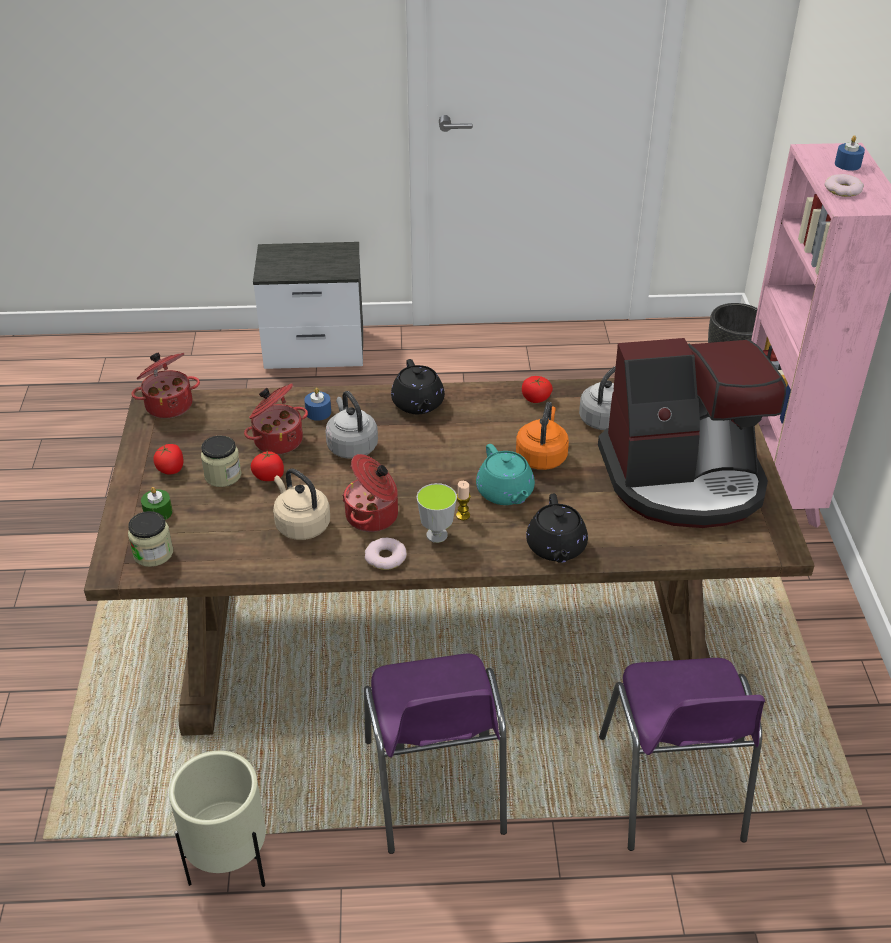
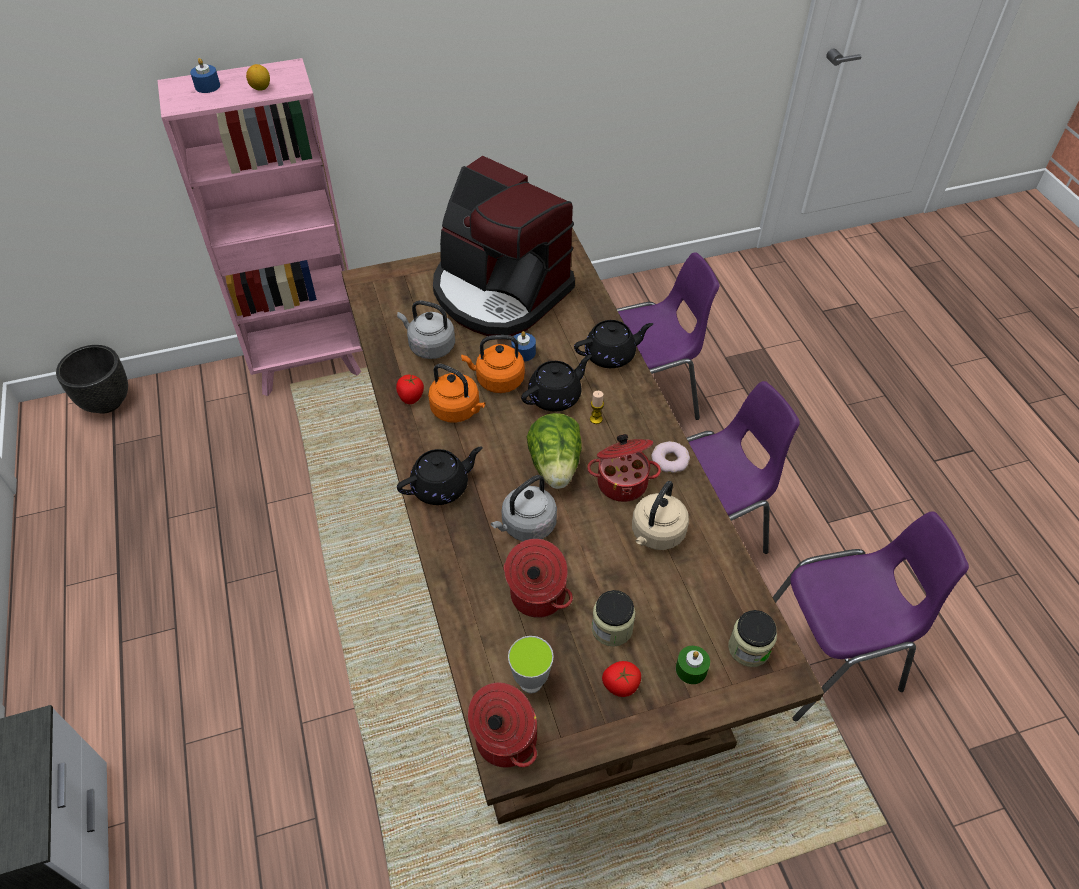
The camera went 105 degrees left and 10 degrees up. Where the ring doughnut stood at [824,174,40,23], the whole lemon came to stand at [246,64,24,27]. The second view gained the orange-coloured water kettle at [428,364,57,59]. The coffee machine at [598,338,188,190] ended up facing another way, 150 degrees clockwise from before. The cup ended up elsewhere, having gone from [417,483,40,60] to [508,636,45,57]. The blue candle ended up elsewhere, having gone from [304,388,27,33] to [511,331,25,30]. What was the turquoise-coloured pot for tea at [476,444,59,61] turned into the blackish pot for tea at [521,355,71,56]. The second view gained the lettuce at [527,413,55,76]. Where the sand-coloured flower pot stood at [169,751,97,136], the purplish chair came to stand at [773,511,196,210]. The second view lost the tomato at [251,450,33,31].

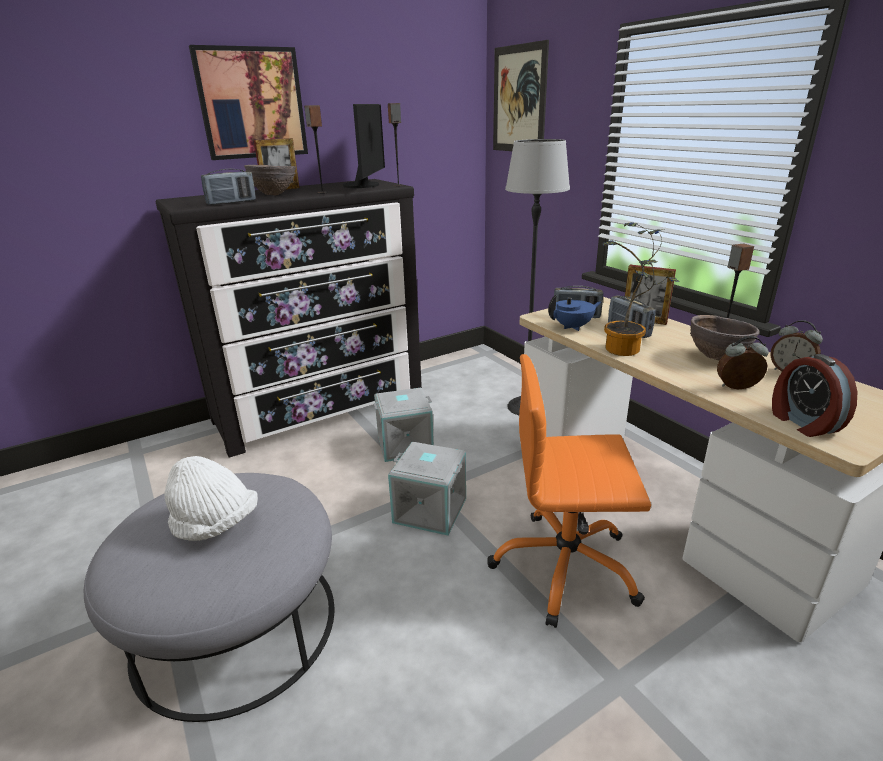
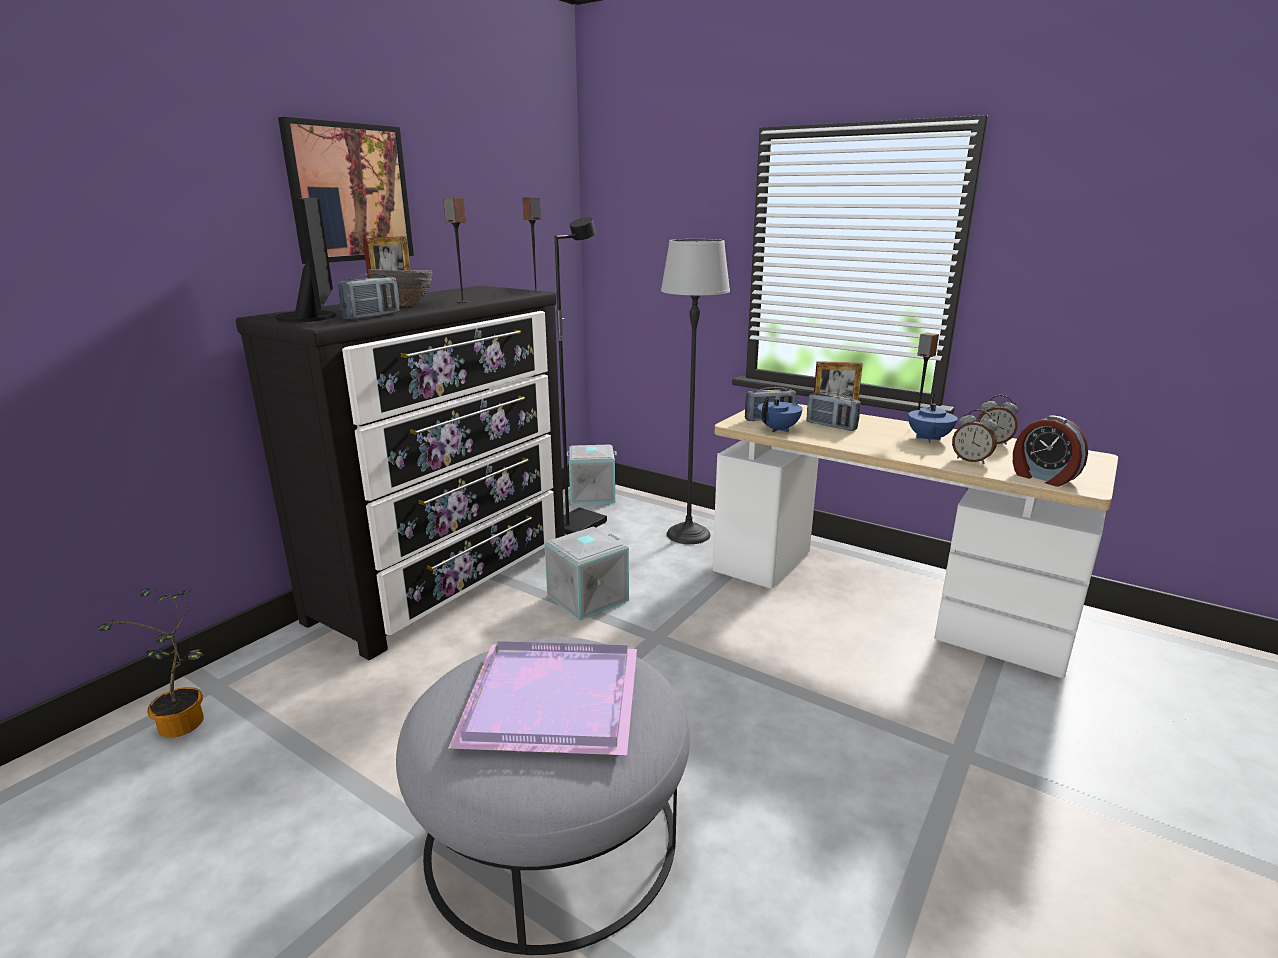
The camera went 25 degrees left and 5 degrees down. The houseplant ended up elsewhere, having gone from [602,222,77,134] to [98,588,106,150]. The computer display ended up elsewhere, having gone from [342,104,43,84] to [274,198,62,124]. Where the white-coloured wearable hat stood at [164,456,94,85], the purplish tray came to stand at [448,641,189,114]. The second view gained the blackish standing lamp at [555,217,52,318]. The gray storage container ended up elsewhere, having gone from [388,442,78,94] to [567,445,50,59]. Where the brown bowl stood at [690,315,70,45], the blue pot for tea came to stand at [908,394,49,49]. The bedside clock at [717,336,52,53] ended up facing another way, 120 degrees counterclockwise from before. The second view lost the orange-coloured desk chair at [487,354,164,274]. The second view lost the wall picture at [493,40,56,111].

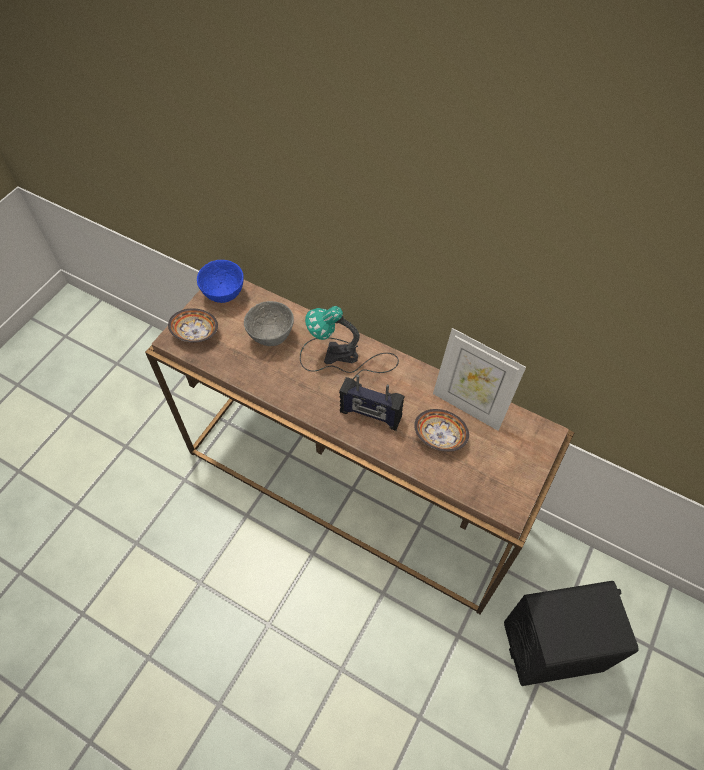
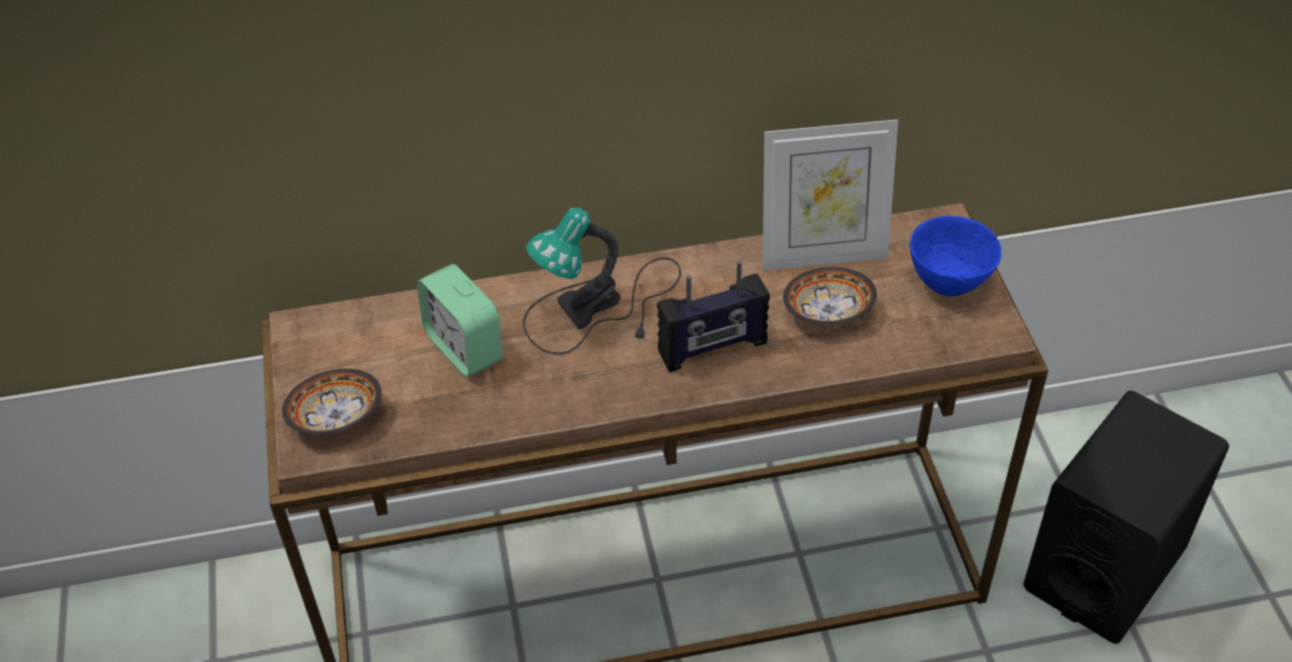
The camera went 40 degrees left and 10 degrees down. Where the gray bowl stood at [244,301,50,45], the bedside clock came to stand at [417,264,86,113]. The blue bowl ended up elsewhere, having gone from [197,260,47,43] to [910,216,92,80].

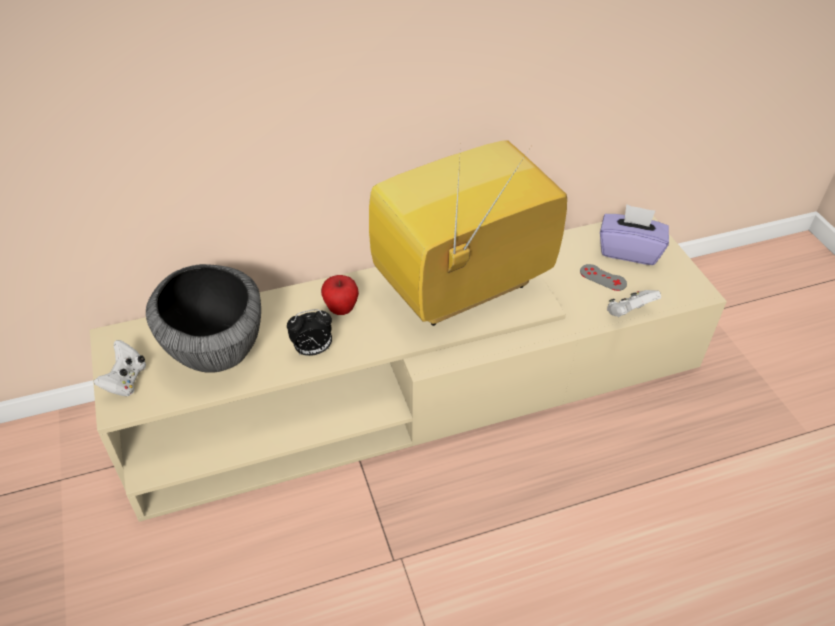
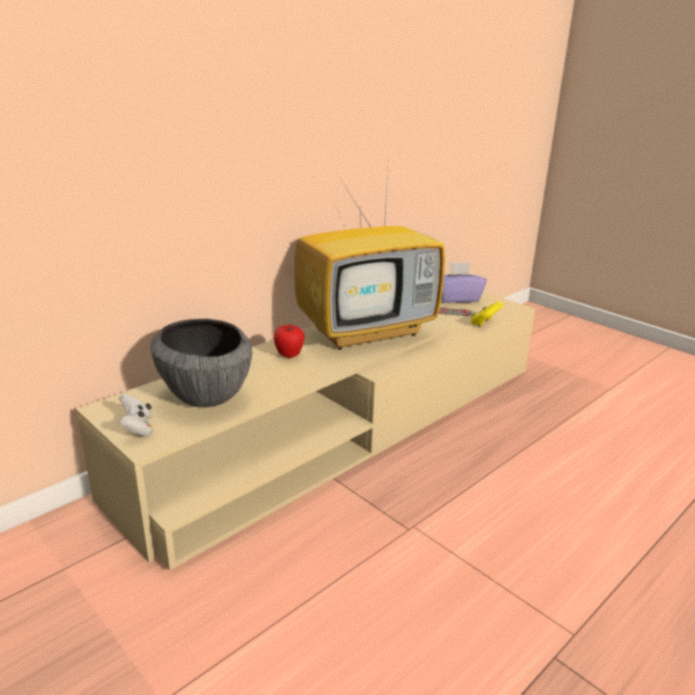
The camera went 25 degrees left and 20 degrees down. The television at [369,140,198,186] ended up facing another way, 150 degrees counterclockwise from before. What was the white-coloured gamepad at [607,290,54,27] turned into the yellow gamepad at [471,302,32,24]. The second view lost the bedside clock at [287,309,45,47].

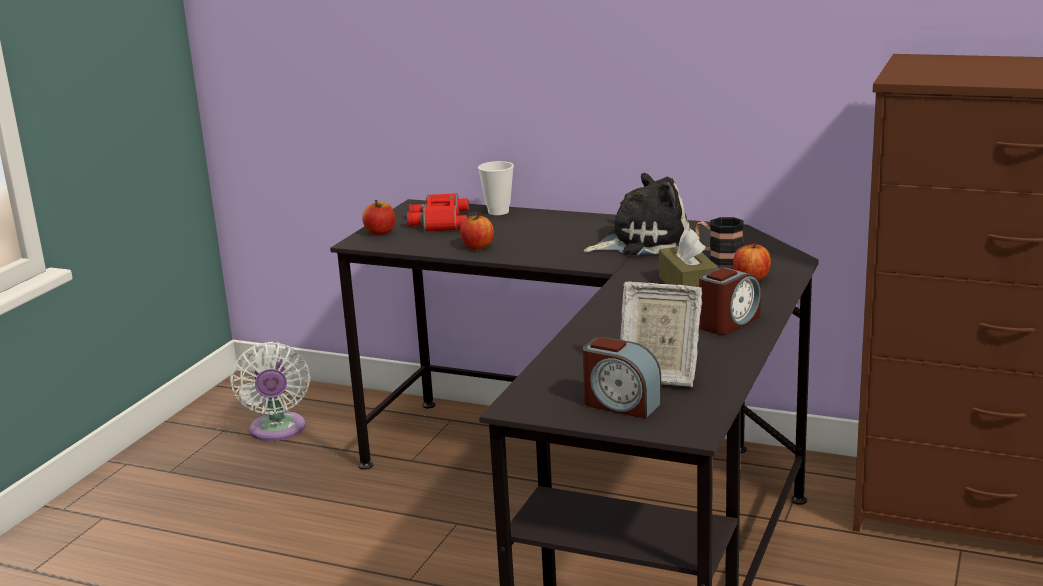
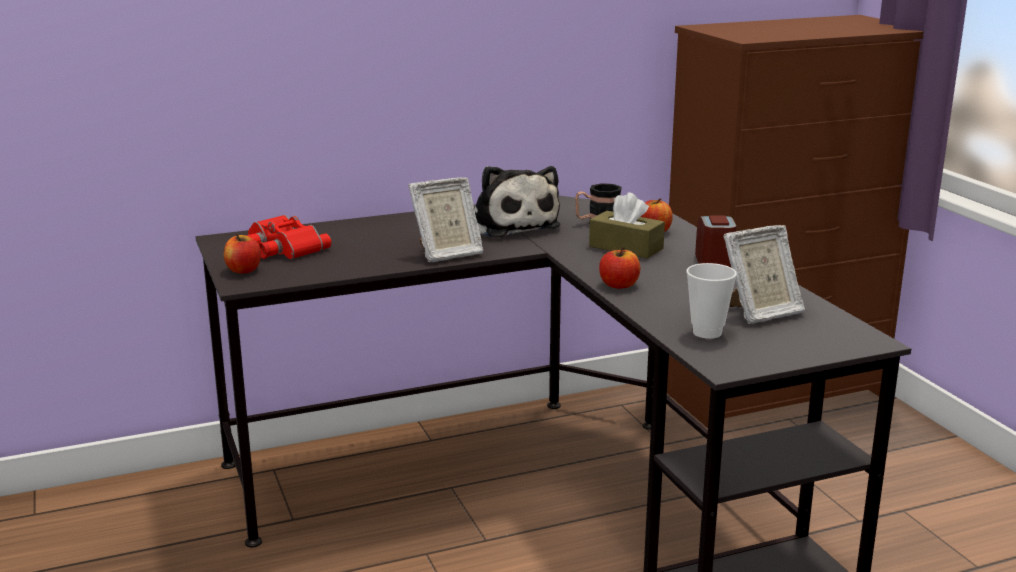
The camera went 45 degrees left and 0 degrees up. The second view gained the standing frame at [408,177,75,85]. The soft toy at [584,173,105,82] ended up facing another way, 120 degrees clockwise from before. The apple fruit ended up elsewhere, having gone from [460,213,34,36] to [599,247,41,42]. The cup ended up elsewhere, having gone from [478,161,36,54] to [686,263,51,76]. The second view lost the white-coloured fan at [230,342,80,99]. The second view lost the bedside clock at [583,337,79,82].

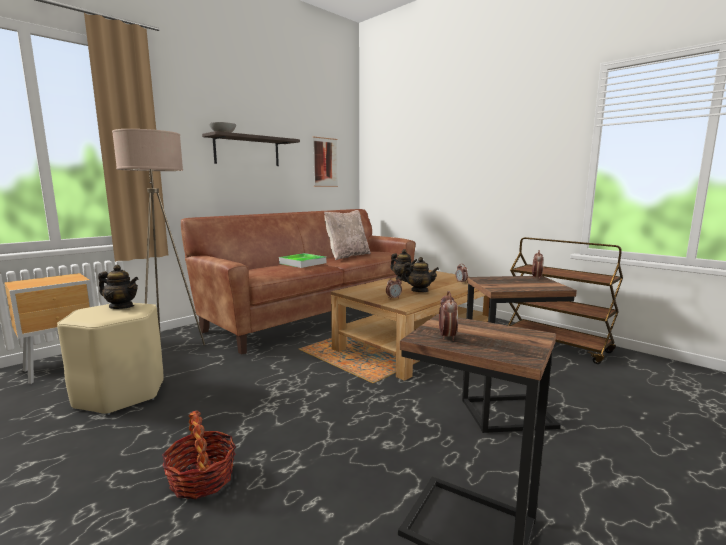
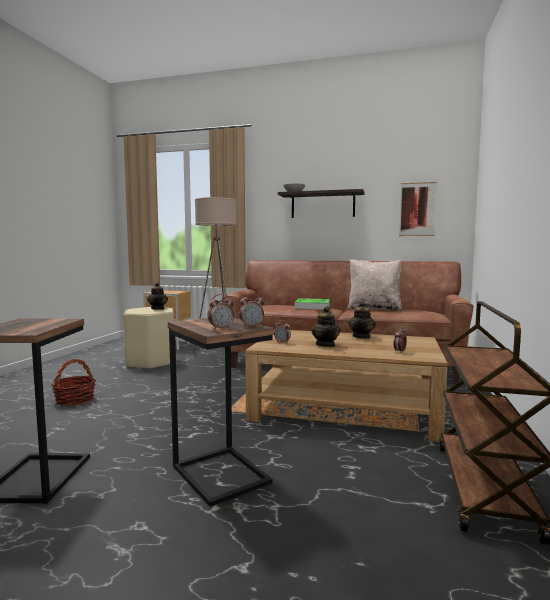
The camera went 60 degrees right and 5 degrees down. The bedside clock ended up elsewhere, having gone from [439,291,19,50] to [208,294,26,36].

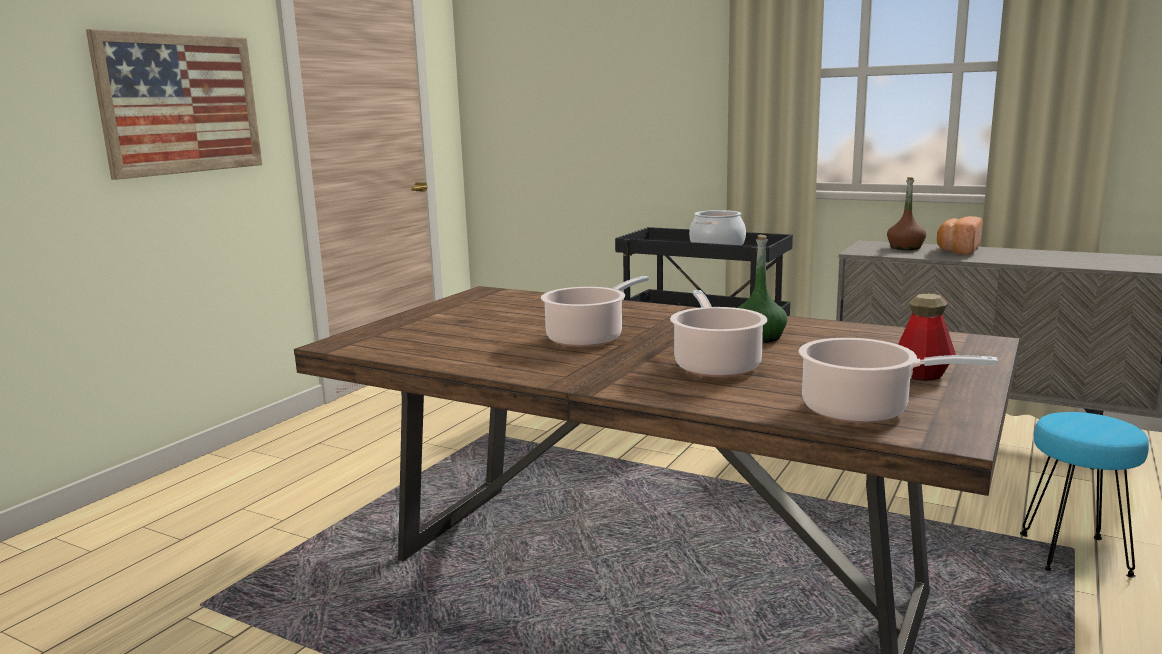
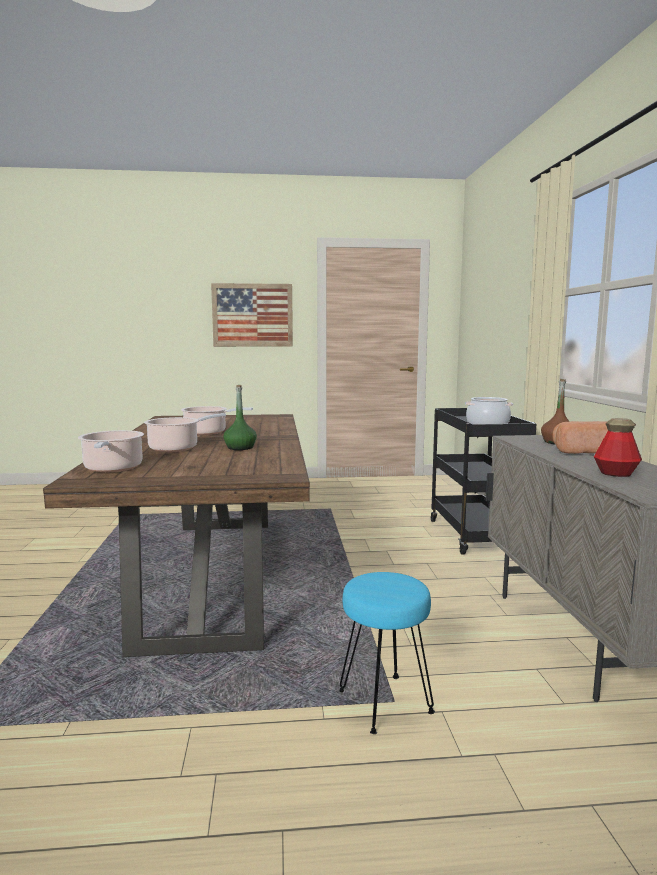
The camera went 55 degrees right and 5 degrees down. The bottle ended up elsewhere, having gone from [898,294,58,87] to [594,418,48,59].

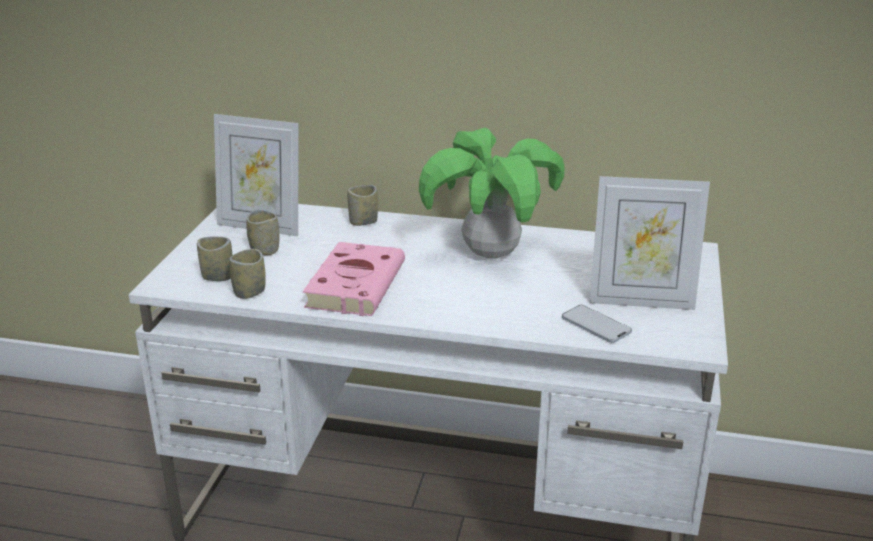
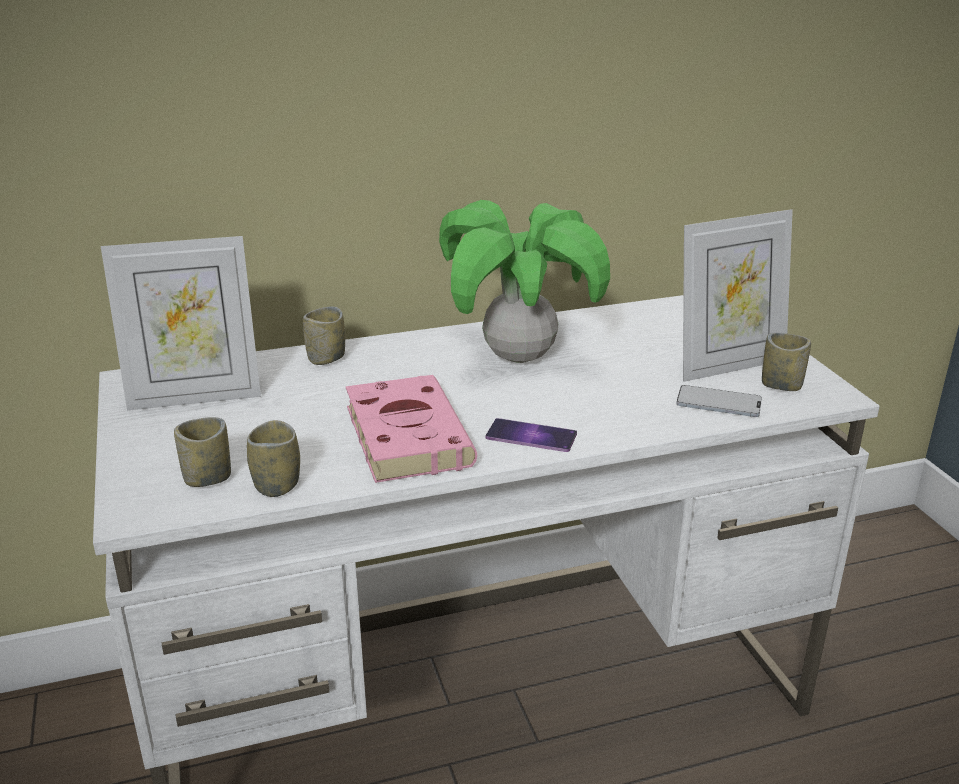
The camera went 30 degrees left and 0 degrees up. The second view gained the telephone at [486,418,91,34]. The cup ended up elsewhere, having gone from [247,210,33,45] to [762,333,49,58].

